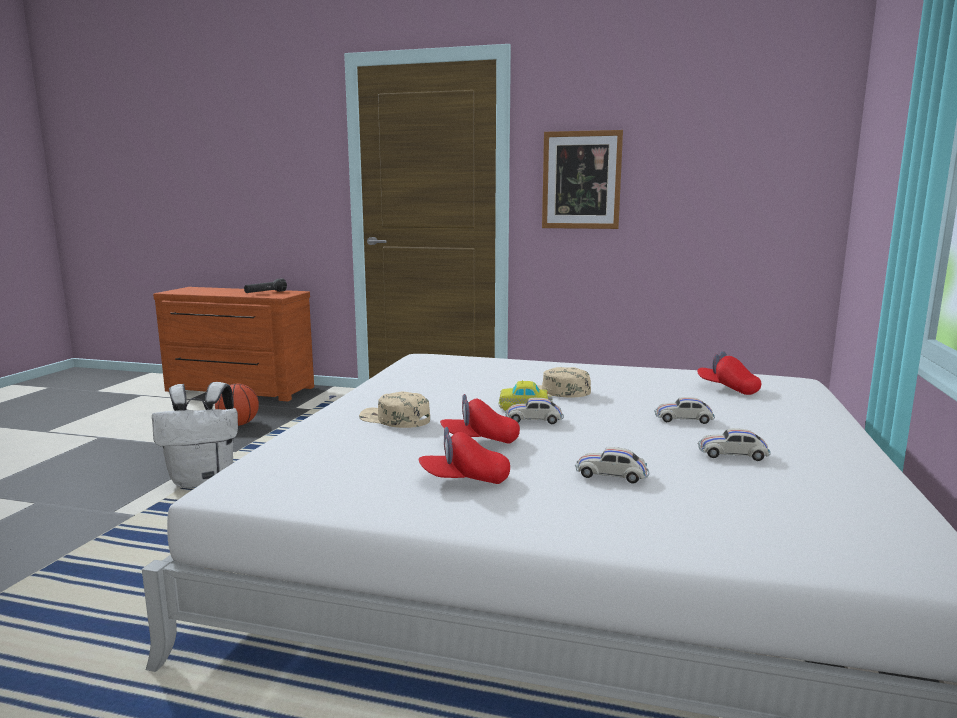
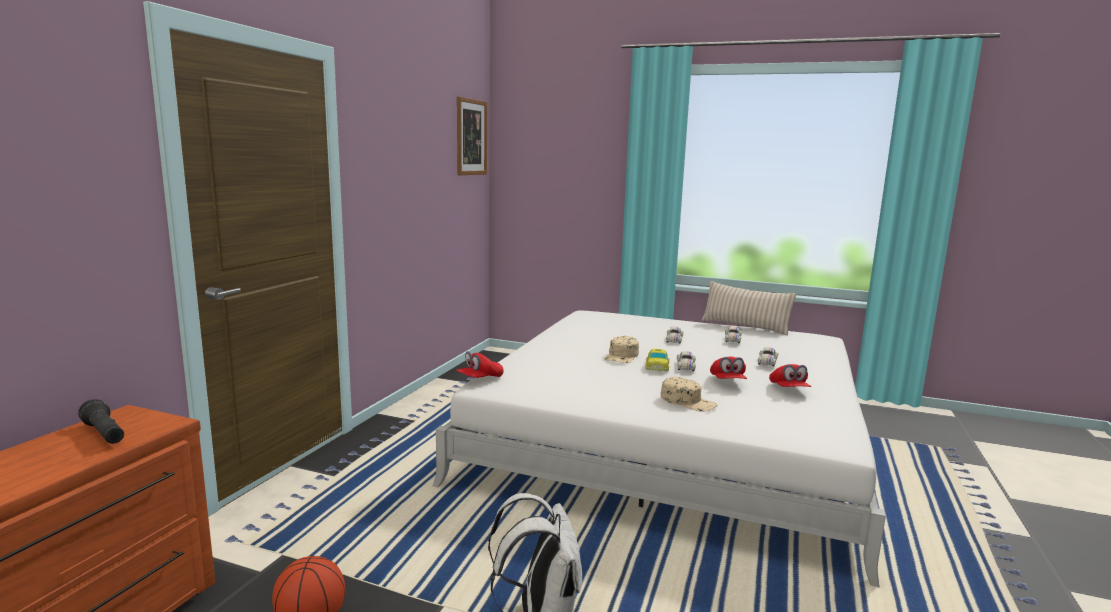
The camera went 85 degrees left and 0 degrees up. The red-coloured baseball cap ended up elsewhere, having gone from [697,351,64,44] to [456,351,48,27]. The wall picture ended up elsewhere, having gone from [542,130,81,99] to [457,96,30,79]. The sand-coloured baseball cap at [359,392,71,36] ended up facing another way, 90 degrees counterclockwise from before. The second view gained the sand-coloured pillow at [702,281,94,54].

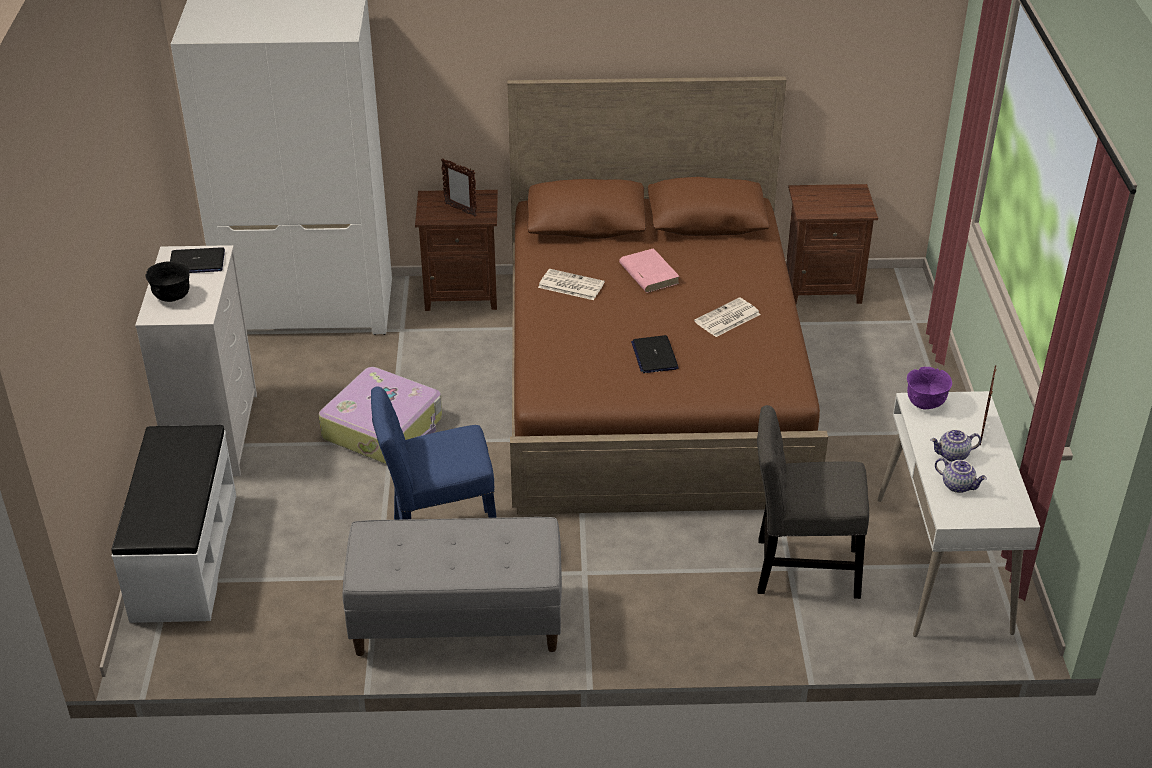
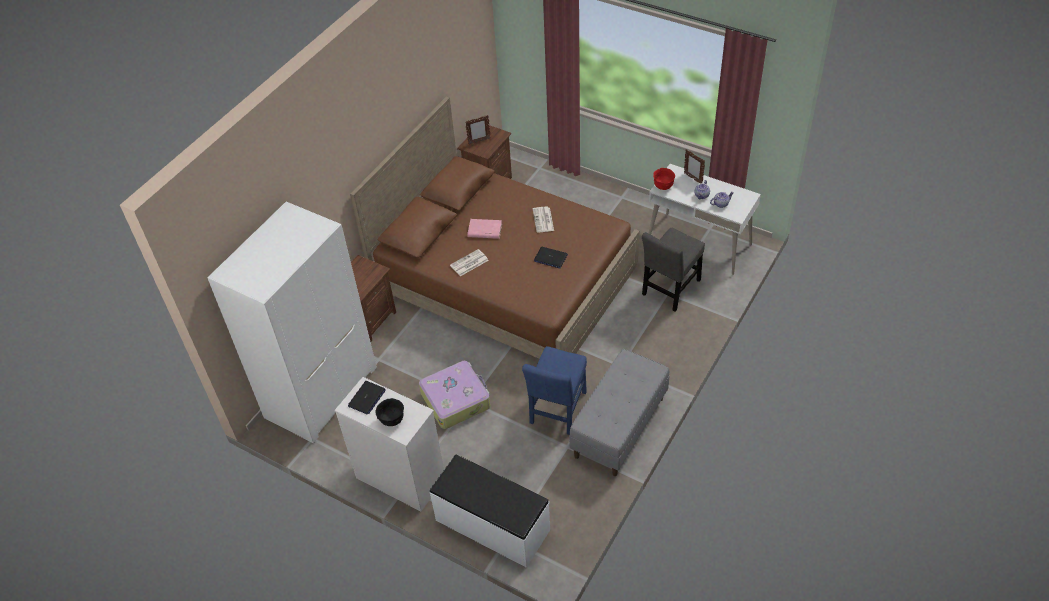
The camera went 55 degrees left and 10 degrees up. The standing frame ended up elsewhere, having gone from [441,158,36,59] to [465,115,26,30]. What was the purplish bowl at [907,367,45,43] turned into the red-coloured bowl at [653,168,22,22].

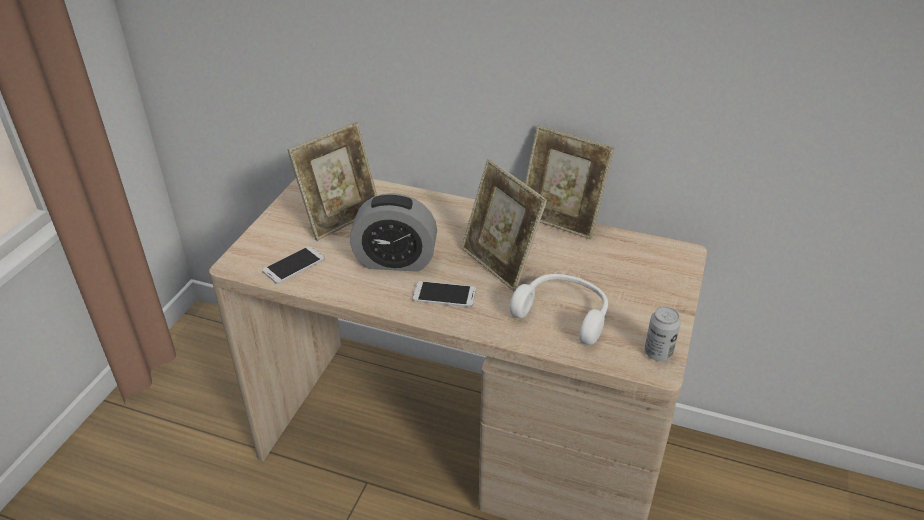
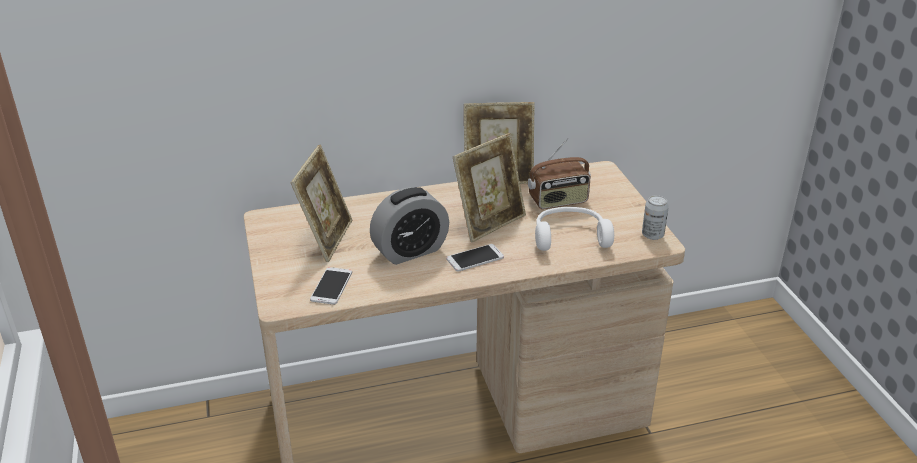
The camera went 35 degrees left and 5 degrees down. The standing frame at [461,159,86,133] ended up facing another way, 60 degrees counterclockwise from before. The second view gained the radio receiver at [528,138,63,71].

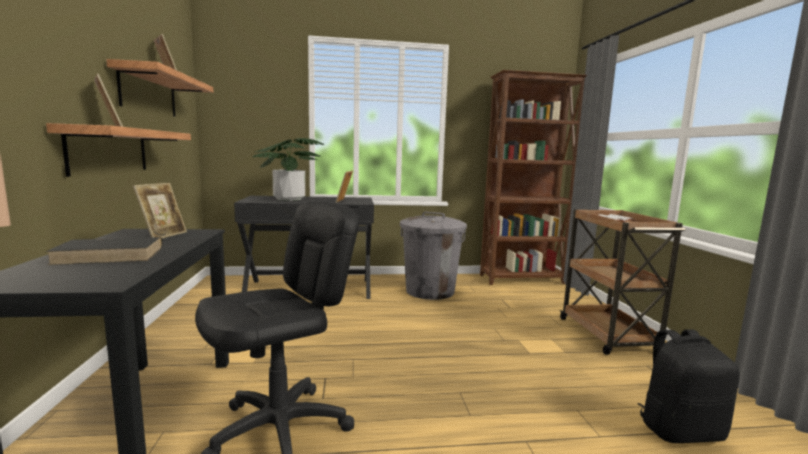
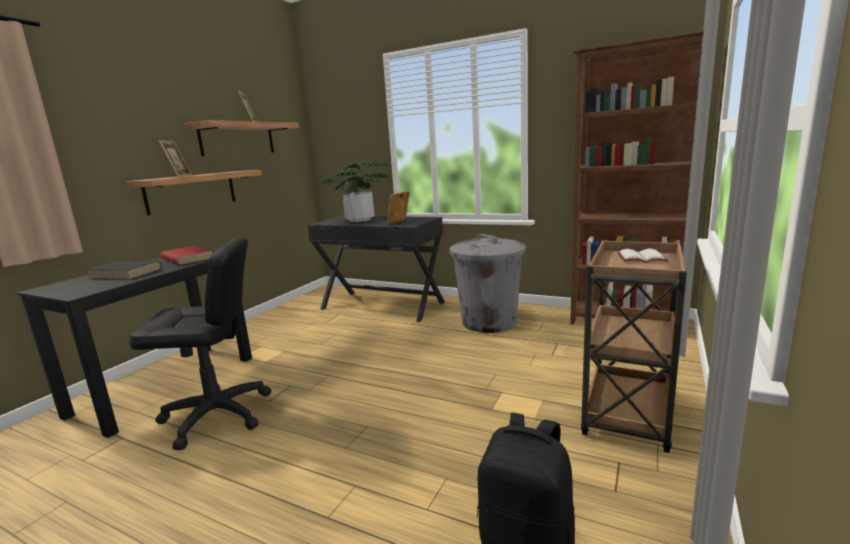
The camera went 35 degrees right and 5 degrees up. Where the standing frame stood at [133,183,54,56], the red-coloured bound book came to stand at [160,246,53,19].

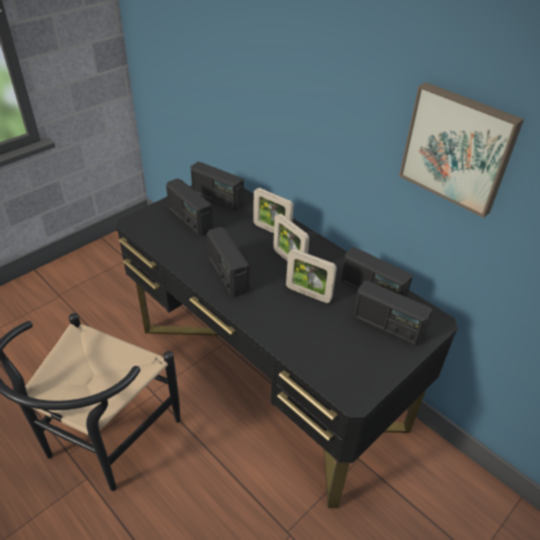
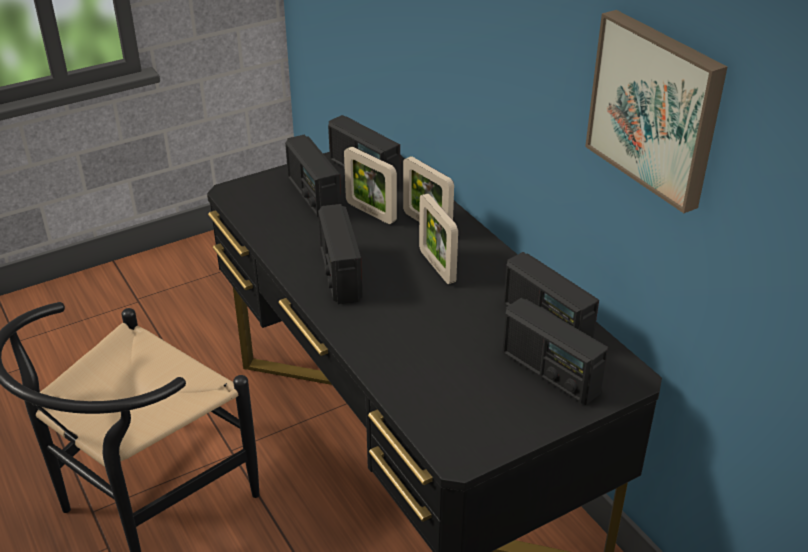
The camera went 15 degrees right and 5 degrees down. The standing frame ended up elsewhere, having gone from [286,249,51,54] to [344,147,53,77].

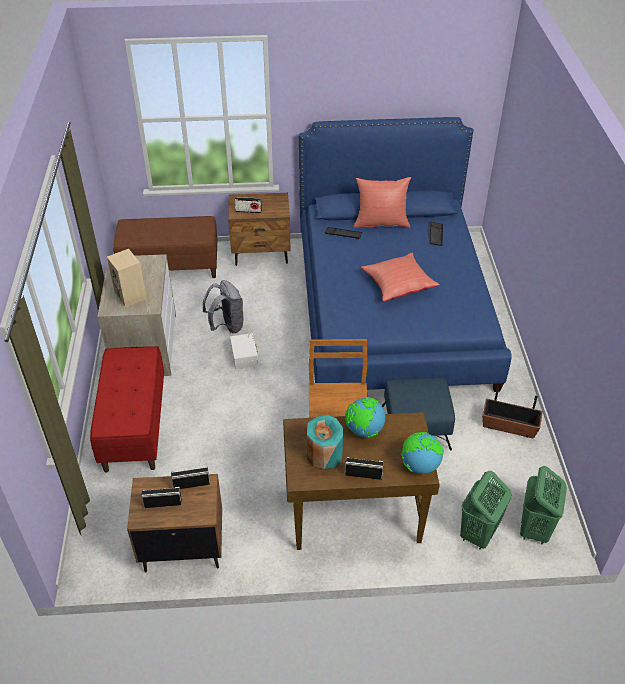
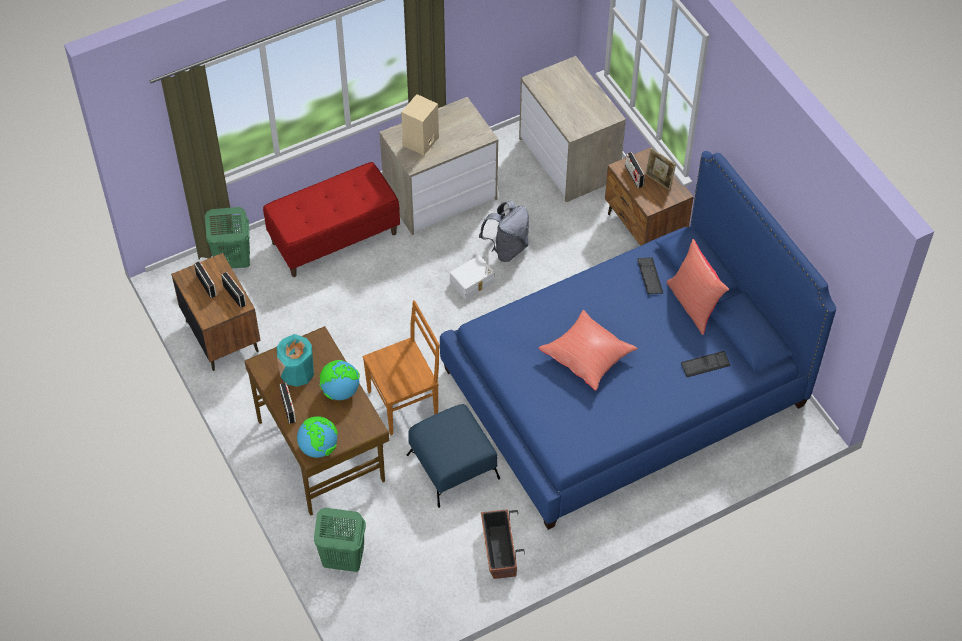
The camera went 65 degrees right and 10 degrees up. The greenish laundry basket ended up elsewhere, having gone from [520,466,47,78] to [205,207,45,62]. Where the brown long seat stood at [113,216,104,62], the chest of drawers came to stand at [519,56,107,146]. The second view gained the standing frame at [645,148,31,42].

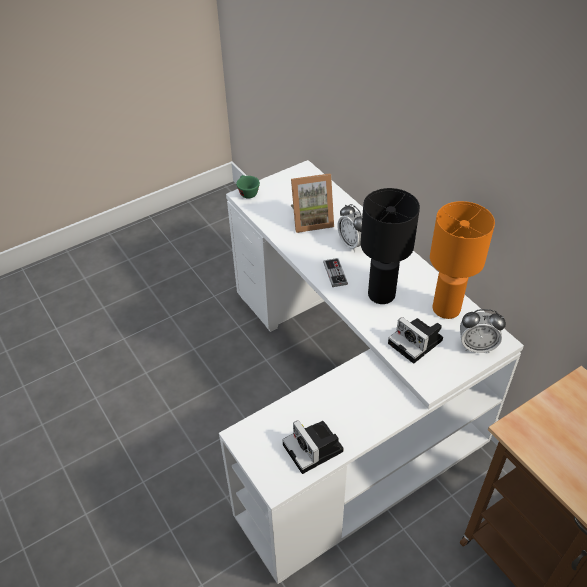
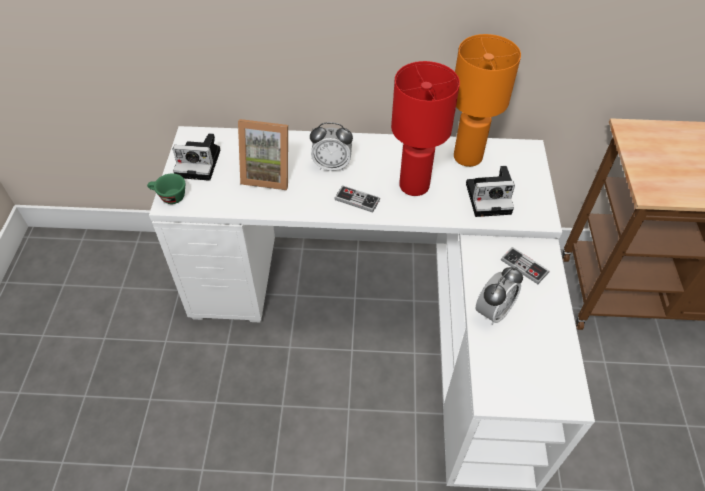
The camera went 55 degrees left and 5 degrees up. The photo camera ended up elsewhere, having gone from [282,420,62,54] to [173,133,47,48]. The standing frame at [291,173,43,60] ended up facing another way, 75 degrees clockwise from before. What was the blackish tabletop lamp at [361,188,59,116] turned into the red-coloured tabletop lamp at [391,61,69,135]. The bedside clock ended up elsewhere, having gone from [460,309,46,44] to [476,267,47,58]. The second view gained the gamepad at [501,247,49,37].

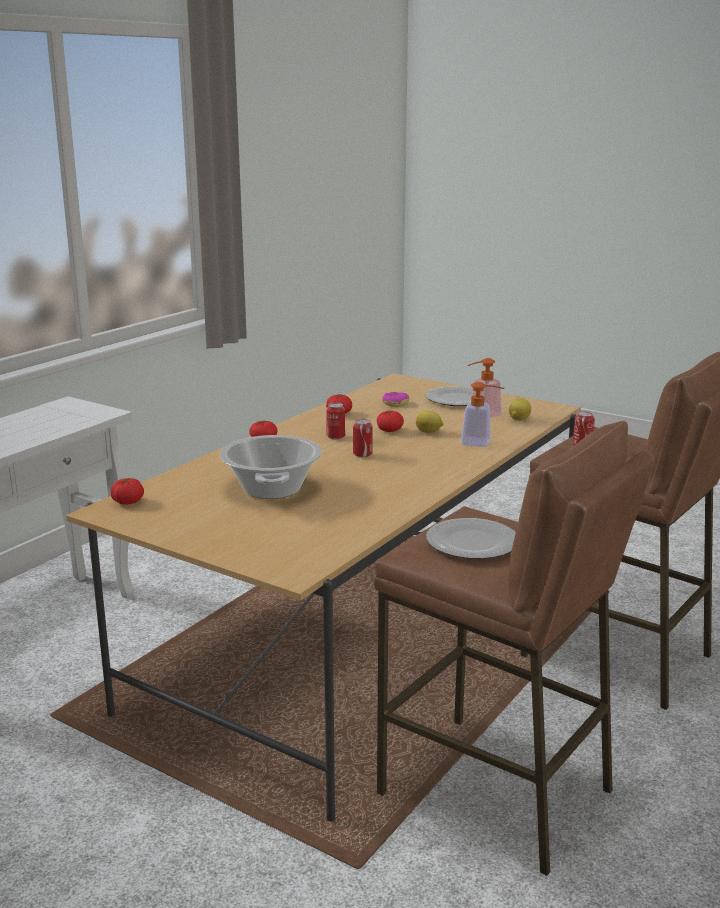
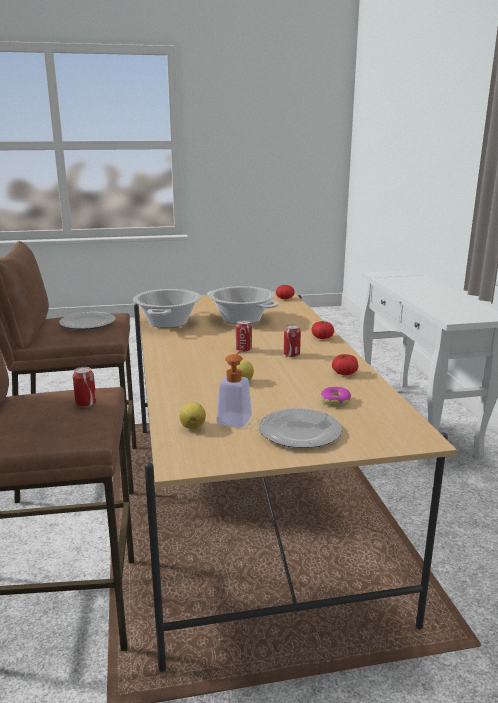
The camera went 135 degrees right and 0 degrees up. The second view gained the cooking pot at [133,289,68,39]. The second view lost the tomato at [377,411,27,21]. The second view lost the soap dispenser at [461,382,43,65].

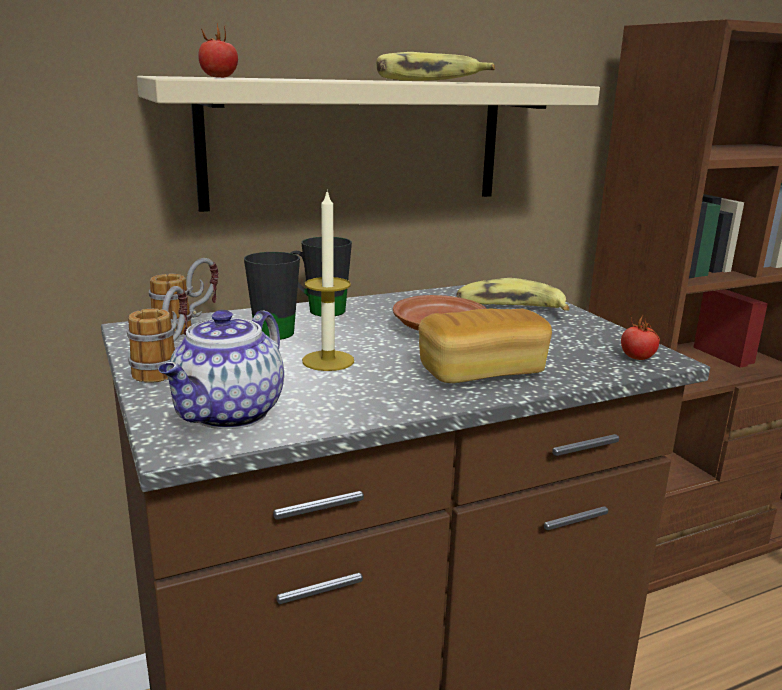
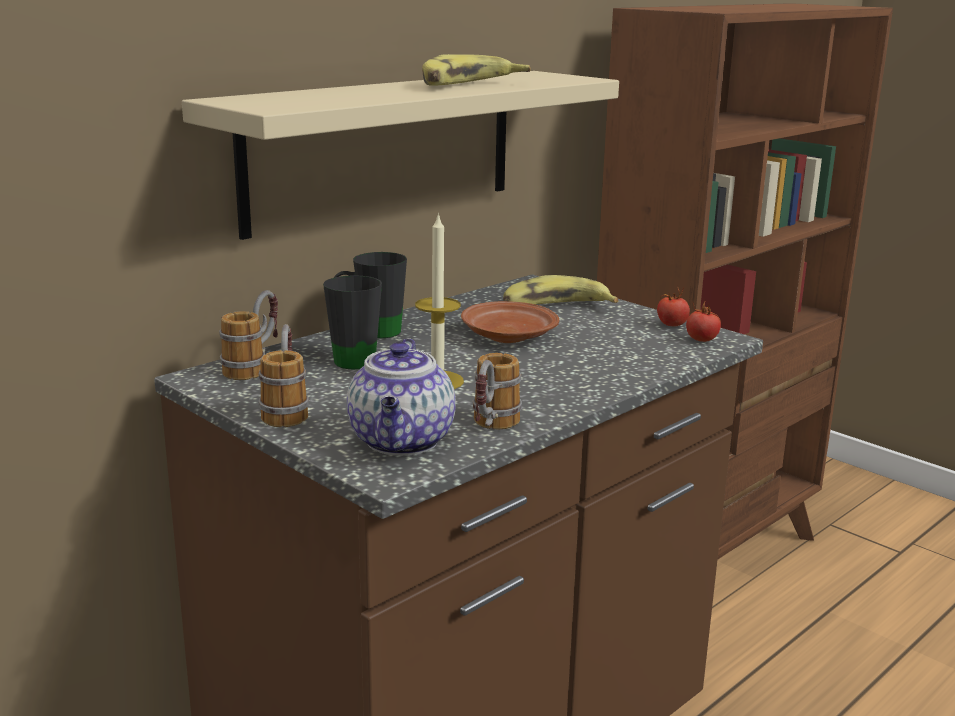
The camera went 20 degrees left and 0 degrees up. The second view gained the coffee mug at [473,353,49,76]. The tomato ended up elsewhere, having gone from [198,23,40,55] to [657,286,33,41]. The second view lost the baked bread at [419,309,133,74].

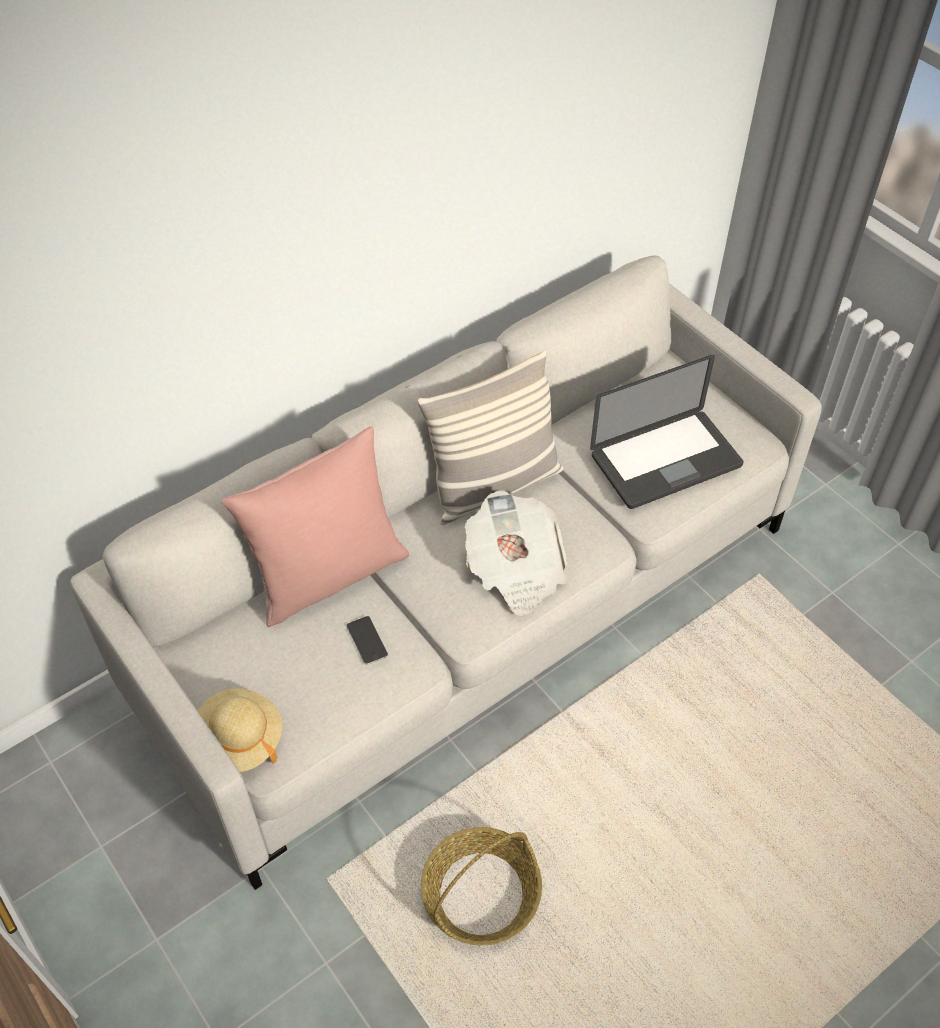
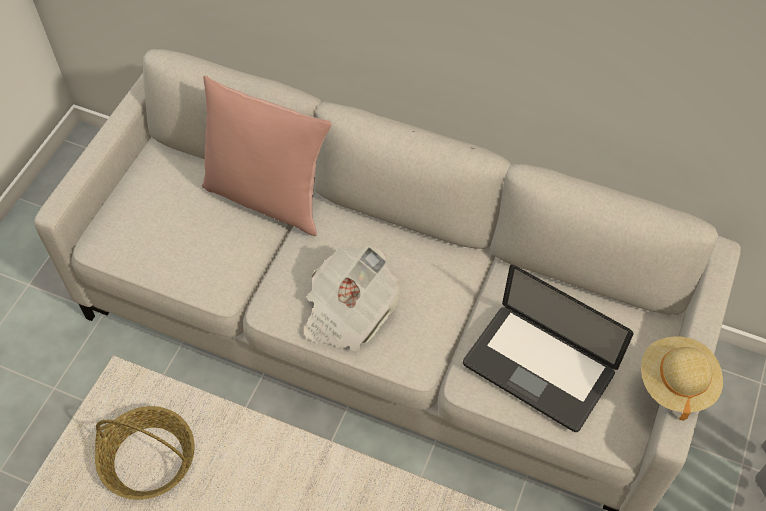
The camera went 60 degrees right and 5 degrees up. The sand-coloured wearable hat ended up elsewhere, having gone from [197,688,86,84] to [641,337,82,84]. The second view lost the telephone at [346,616,42,49]. The second view lost the pillow at [417,350,147,175].

